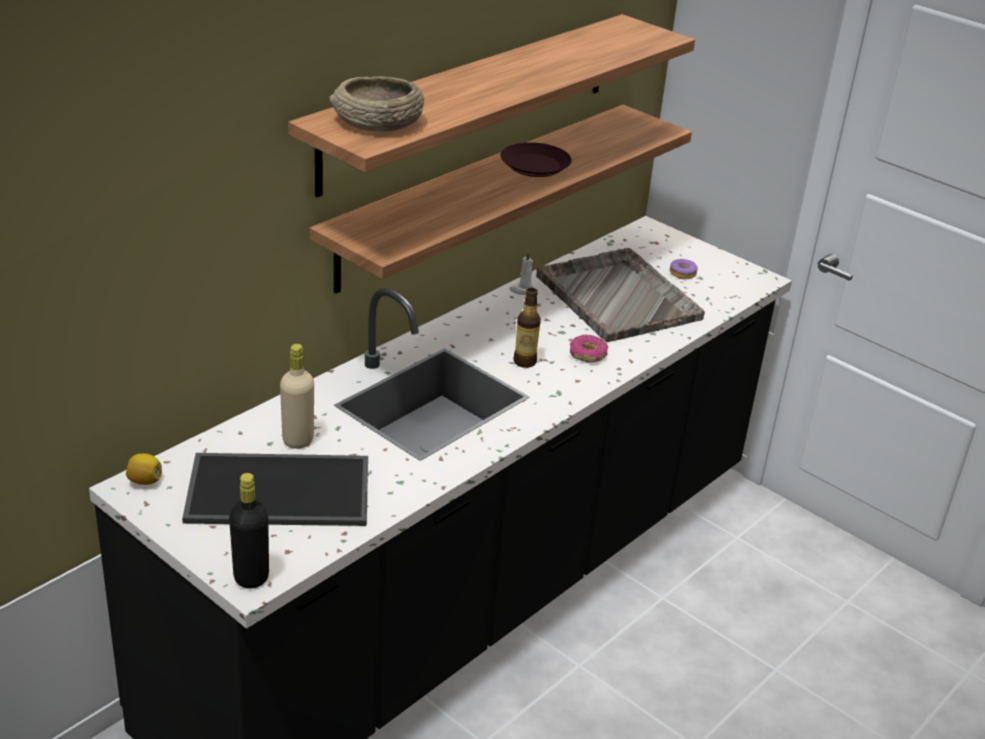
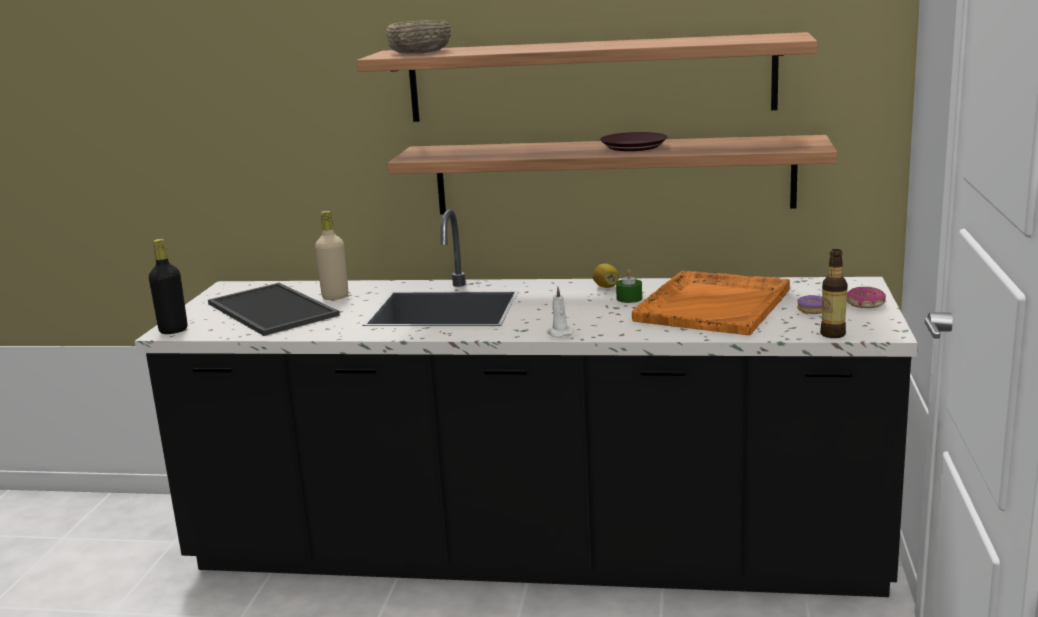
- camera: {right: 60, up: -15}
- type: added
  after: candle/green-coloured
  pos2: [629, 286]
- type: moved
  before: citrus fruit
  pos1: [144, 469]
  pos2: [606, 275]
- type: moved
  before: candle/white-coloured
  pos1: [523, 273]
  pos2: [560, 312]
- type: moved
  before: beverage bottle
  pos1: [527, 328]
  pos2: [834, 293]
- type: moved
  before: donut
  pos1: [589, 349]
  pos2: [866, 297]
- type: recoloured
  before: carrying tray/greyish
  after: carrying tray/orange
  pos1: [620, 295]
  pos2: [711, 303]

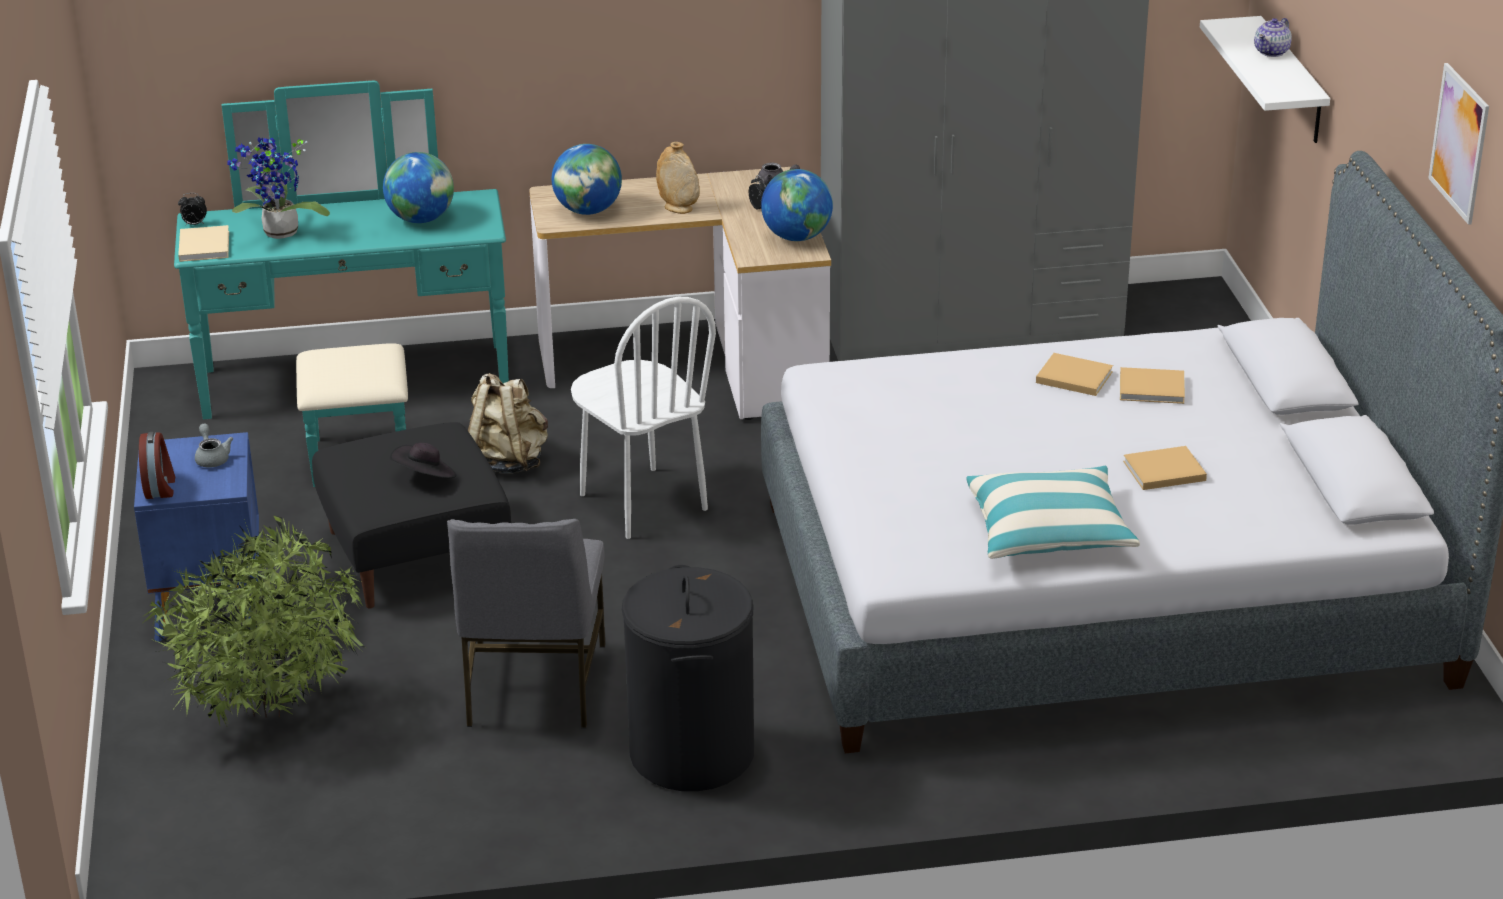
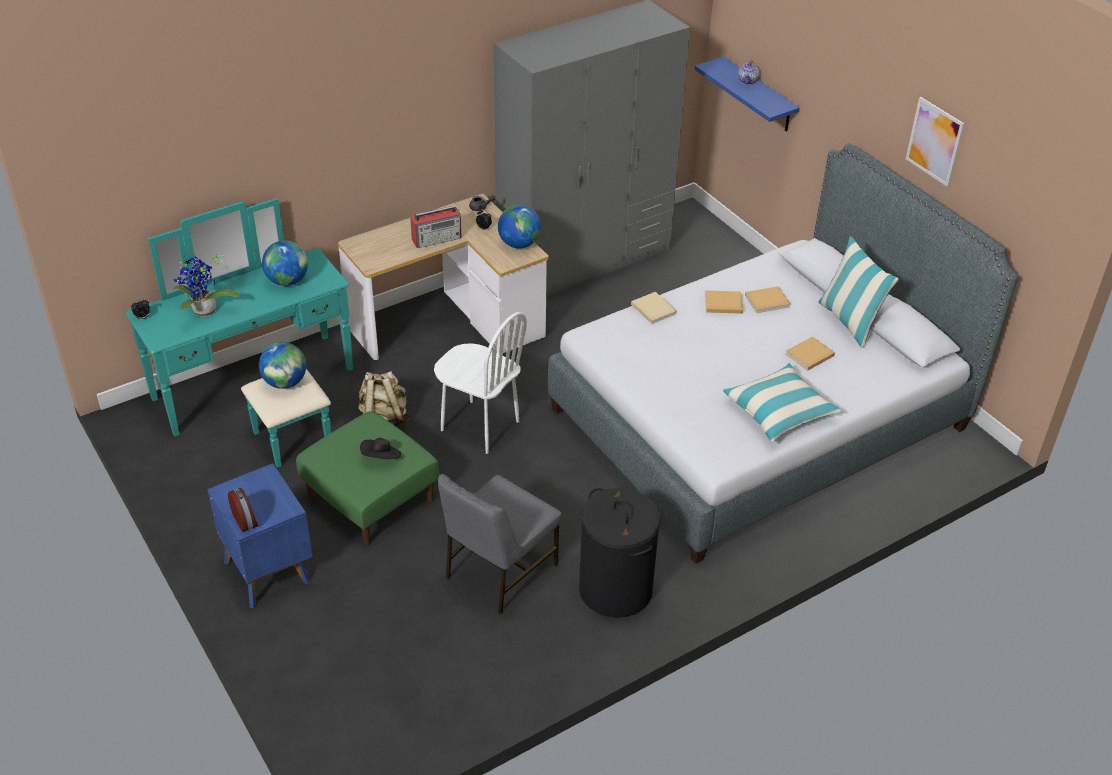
- camera: {right: -25, up: 10}
- type: removed
  before: potted plant
  pos1: [254, 620]
- type: removed
  before: pot for tea/greyish
  pos1: [214, 445]
- type: added
  after: cushion
  pos2: [858, 292]
- type: moved
  before: bound book/beige-coloured
  pos1: [203, 243]
  pos2: [654, 308]
- type: moved
  before: world globe
  pos1: [587, 179]
  pos2: [282, 365]
- type: replaced
  before: vase/beige-coloured
  after: radio set
  pos1: [678, 178]
  pos2: [436, 227]
- type: recoloured
  before: footrest/black
  after: footrest/green-coloured
  pos1: [411, 515]
  pos2: [367, 478]
- type: recoloured
  before: bracket shelf/white-coloured
  after: bracket shelf/blue
  pos1: [1265, 79]
  pos2: [747, 94]
- type: turned
  before: chair/greyish
  pos1: [526, 624]
  pos2: [500, 544]
  turn: 60

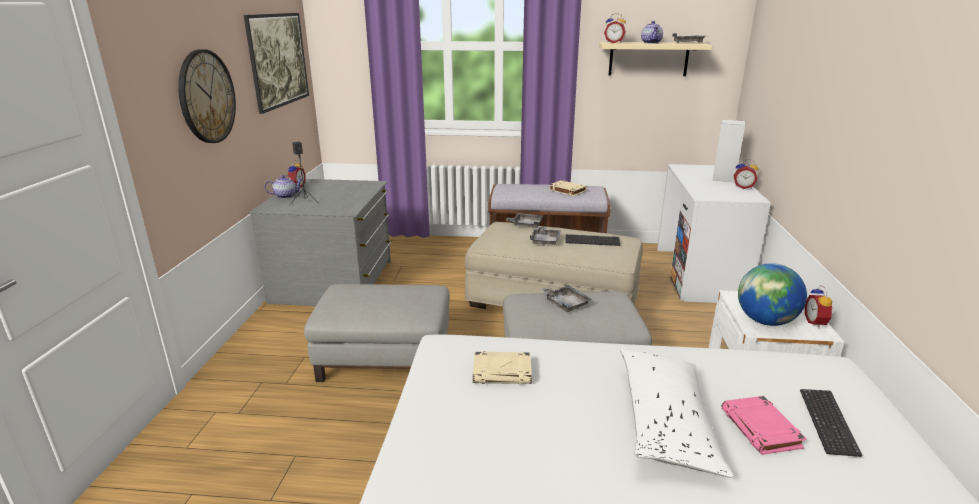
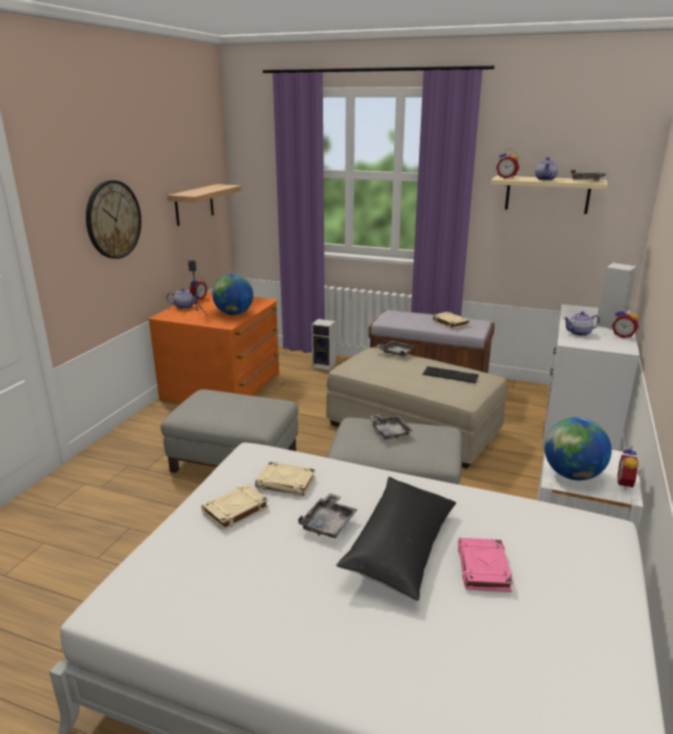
- camera: {right: 15, up: 0}
- type: removed
  before: PC keyboard
  pos1: [831, 423]
- type: added
  after: bound book/beige-coloured
  pos2: [235, 507]
- type: added
  after: world globe
  pos2: [232, 294]
- type: added
  after: loudspeaker
  pos2: [324, 344]
- type: added
  after: pot for tea
  pos2: [582, 323]
- type: moved
  before: carrying tray/greyish
  pos1: [545, 235]
  pos2: [328, 515]
- type: replaced
  before: wall art
  after: bracket shelf
  pos1: [276, 63]
  pos2: [204, 205]
- type: recoloured
  before: dresser/greyish
  after: dresser/orange
  pos1: [320, 242]
  pos2: [213, 347]
- type: recoloured
  before: cushion/white-coloured
  after: cushion/black
  pos1: [677, 413]
  pos2: [396, 539]

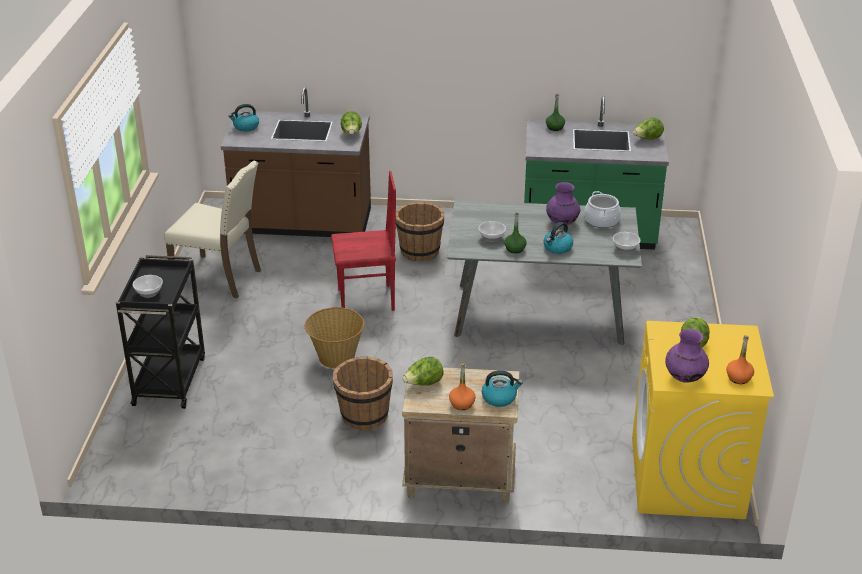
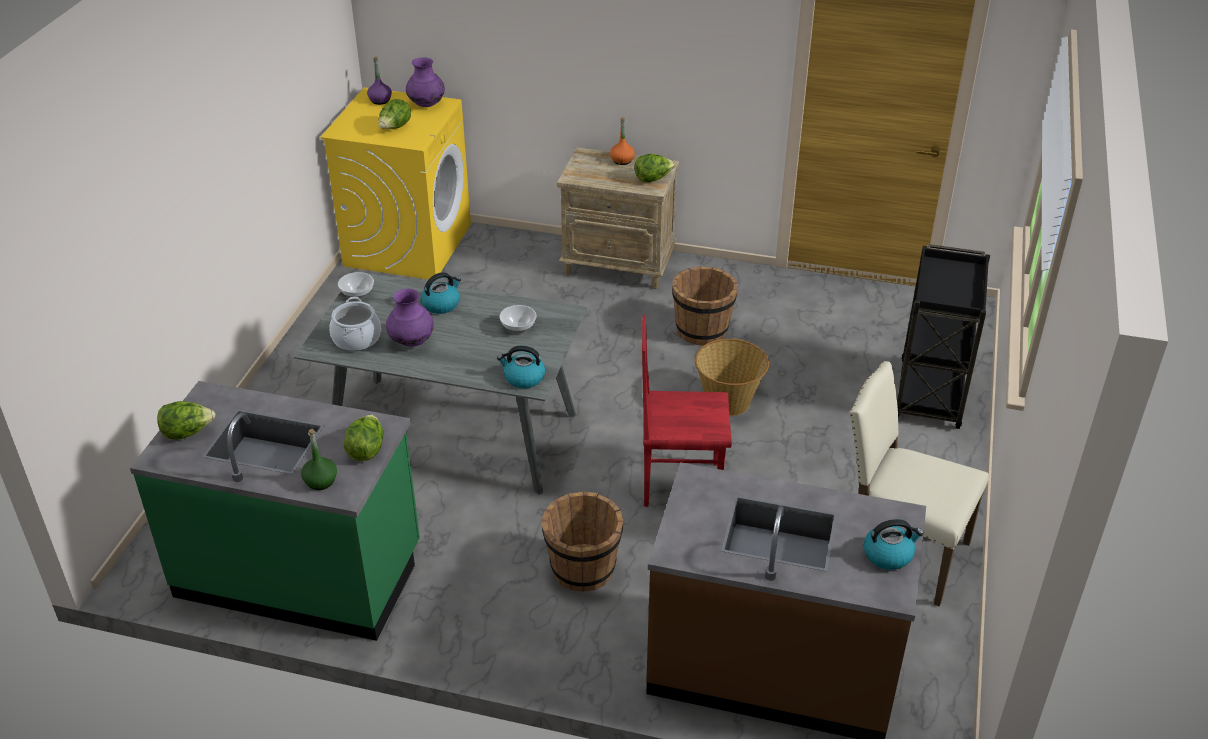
- camera: {right: -170, up: 5}
- type: removed
  before: bowl
  pos1: [148, 286]
- type: removed
  before: beverage bottle/green-coloured
  pos1: [515, 232]
- type: moved
  before: lettuce head
  pos1: [351, 123]
  pos2: [363, 437]
- type: moved
  before: water kettle
  pos1: [502, 388]
  pos2: [521, 366]
- type: recoloured
  before: beverage bottle/orange
  after: beverage bottle/purple-coloured
  pos1: [740, 359]
  pos2: [379, 81]

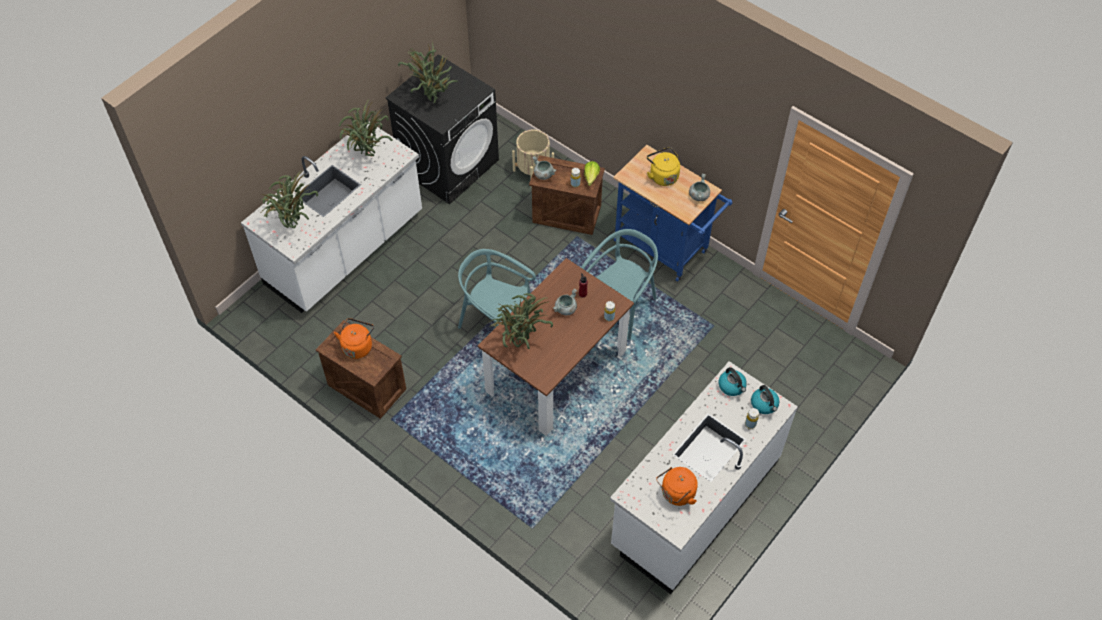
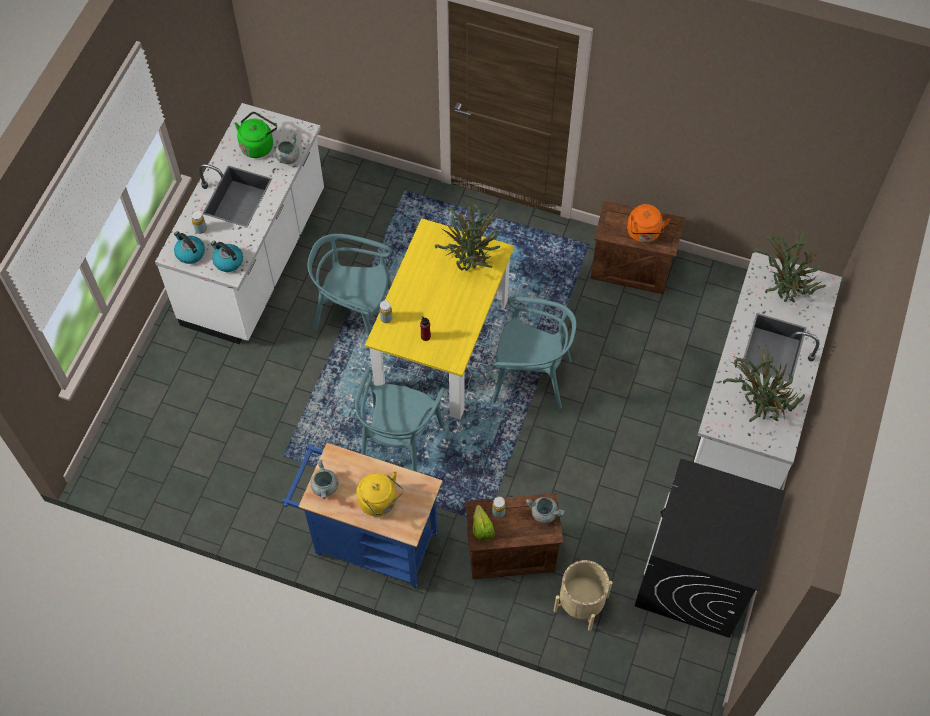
- camera: {right: 160, up: 5}
- type: removed
  before: potted plant
  pos1: [428, 73]
- type: added
  after: chair/turquoise
  pos2: [350, 285]
- type: moved
  before: cooking pot/greyish
  pos1: [565, 302]
  pos2: [287, 148]
- type: recoloured
  before: dining table/brown
  after: dining table/yellow
  pos1: [556, 347]
  pos2: [439, 318]
- type: recoloured
  before: water kettle/orange
  after: water kettle/green-coloured
  pos1: [677, 486]
  pos2: [255, 135]

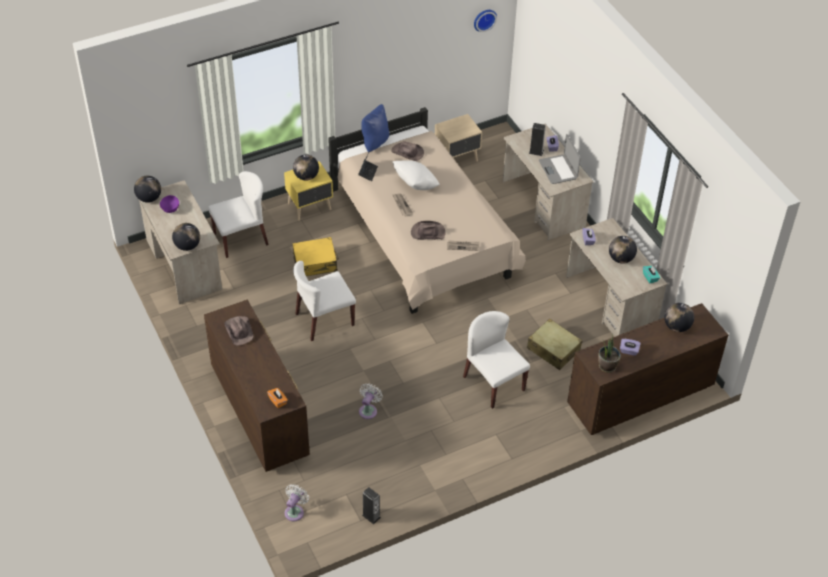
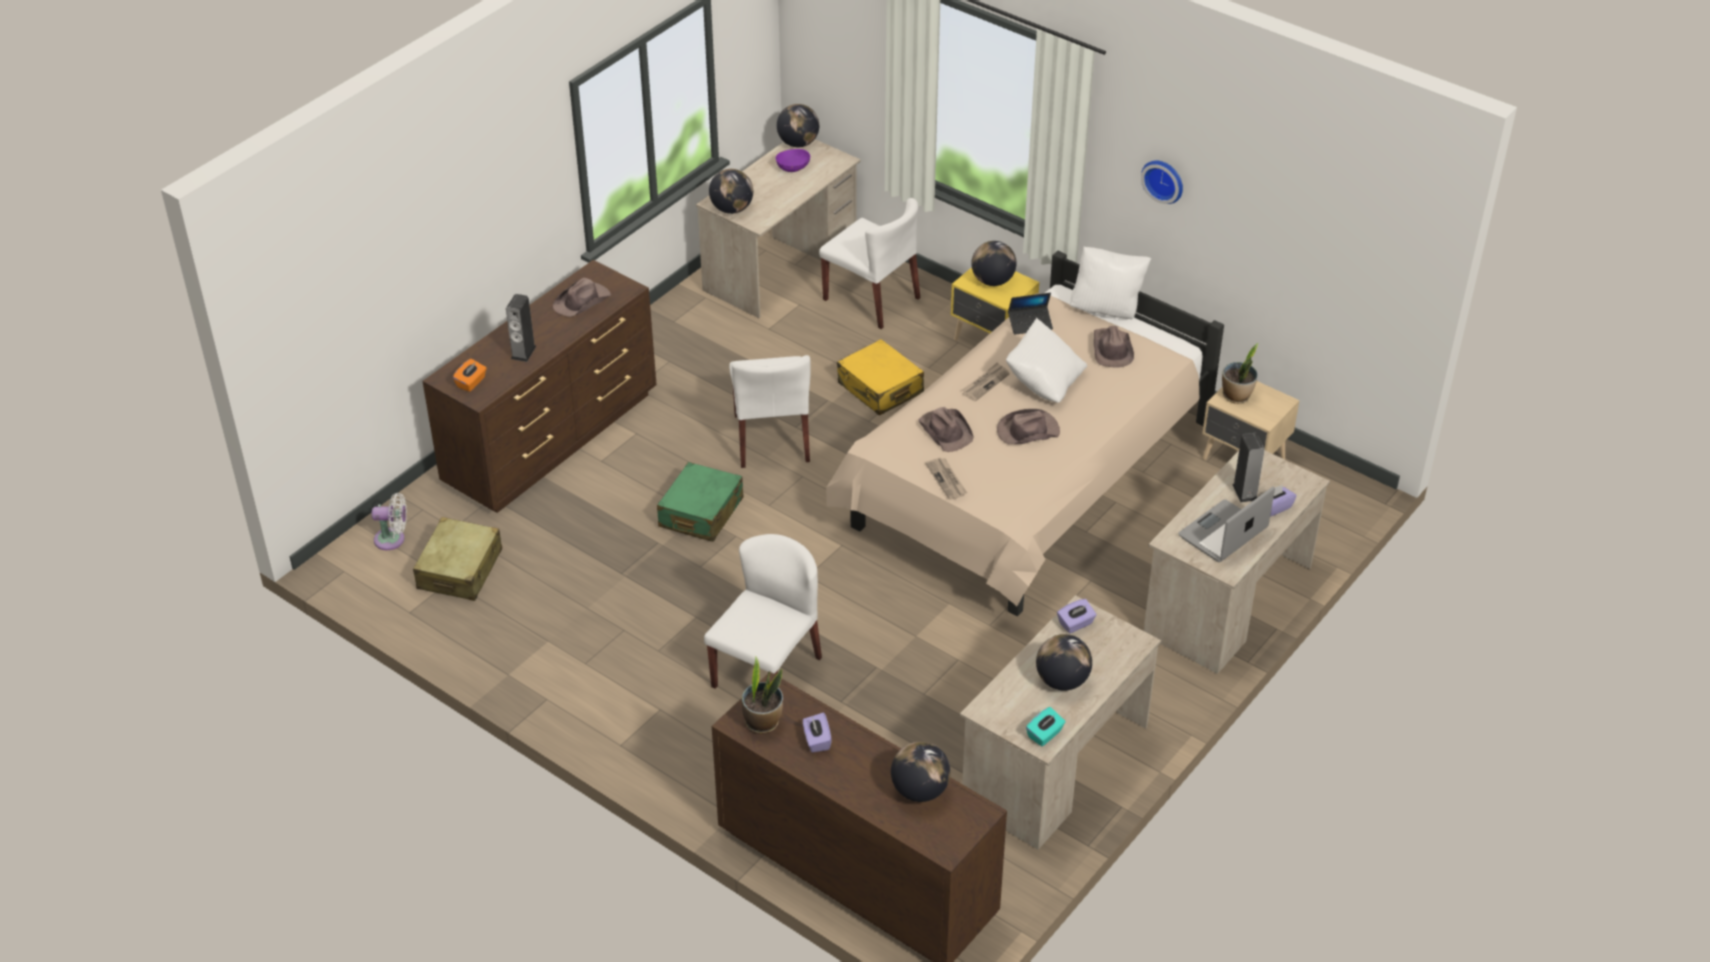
- camera: {right: 65, up: -5}
- type: removed
  before: cooling fan/white-coloured
  pos1: [371, 401]
- type: added
  after: travel case/green-coloured
  pos2: [700, 502]
- type: added
  after: hat/brown
  pos2: [1028, 426]
- type: added
  after: potted plant
  pos2: [1240, 373]
- type: moved
  before: loudspeaker
  pos1: [371, 505]
  pos2: [521, 328]
- type: moved
  before: wall clock
  pos1: [485, 21]
  pos2: [1162, 182]
- type: moved
  before: travel case/beige-coloured
  pos1: [555, 344]
  pos2: [457, 559]
- type: recoloured
  before: cushion/blue
  after: cushion/white-coloured
  pos1: [375, 128]
  pos2: [1110, 283]
- type: turned
  before: chair/white-coloured
  pos1: [324, 301]
  pos2: [770, 411]
  turn: -135

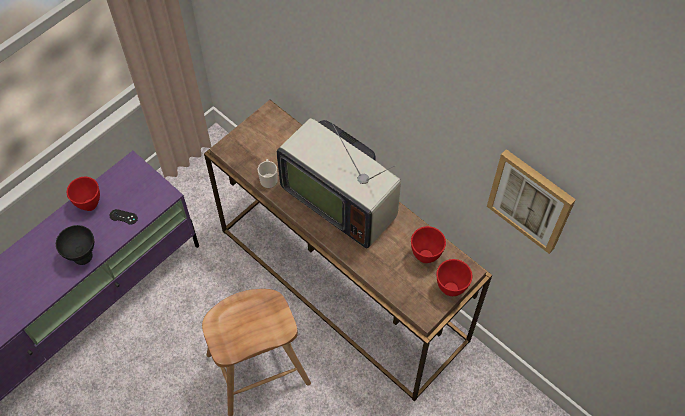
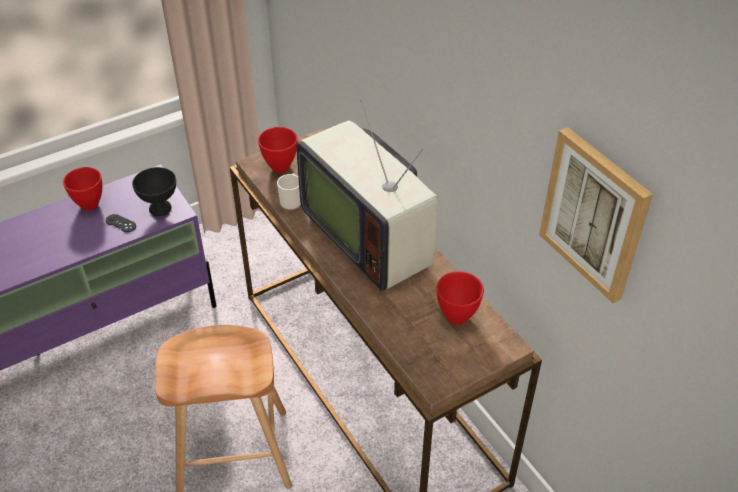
- camera: {right: 15, up: -15}
- type: moved
  before: bowl/black
  pos1: [75, 245]
  pos2: [154, 191]
- type: moved
  before: bowl/red
  pos1: [454, 277]
  pos2: [278, 150]

